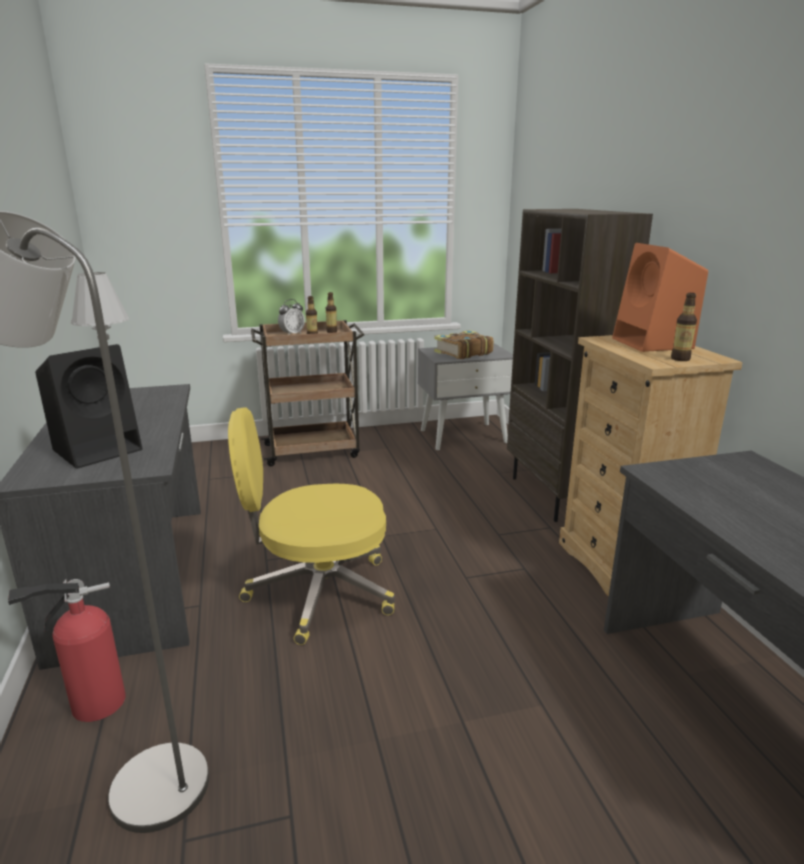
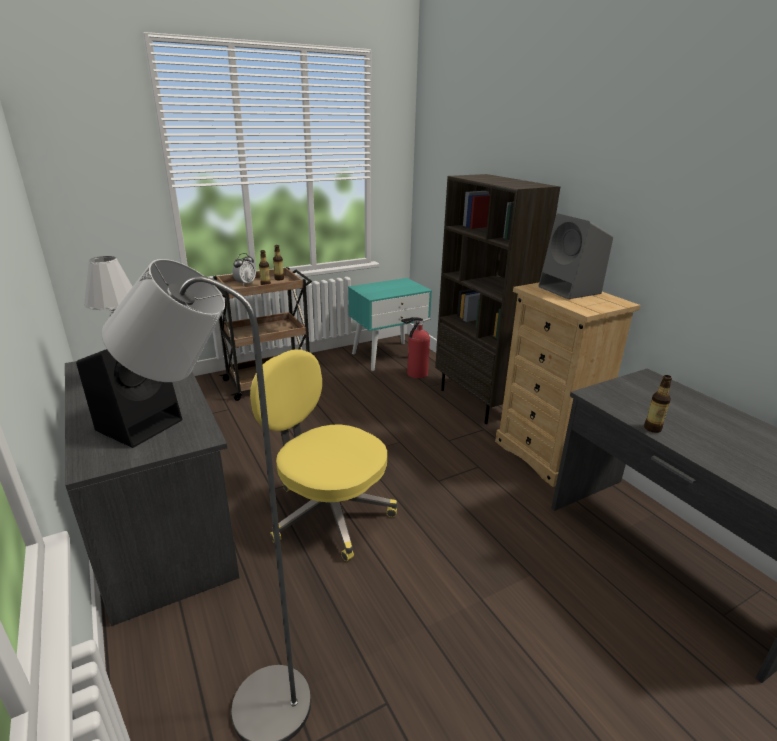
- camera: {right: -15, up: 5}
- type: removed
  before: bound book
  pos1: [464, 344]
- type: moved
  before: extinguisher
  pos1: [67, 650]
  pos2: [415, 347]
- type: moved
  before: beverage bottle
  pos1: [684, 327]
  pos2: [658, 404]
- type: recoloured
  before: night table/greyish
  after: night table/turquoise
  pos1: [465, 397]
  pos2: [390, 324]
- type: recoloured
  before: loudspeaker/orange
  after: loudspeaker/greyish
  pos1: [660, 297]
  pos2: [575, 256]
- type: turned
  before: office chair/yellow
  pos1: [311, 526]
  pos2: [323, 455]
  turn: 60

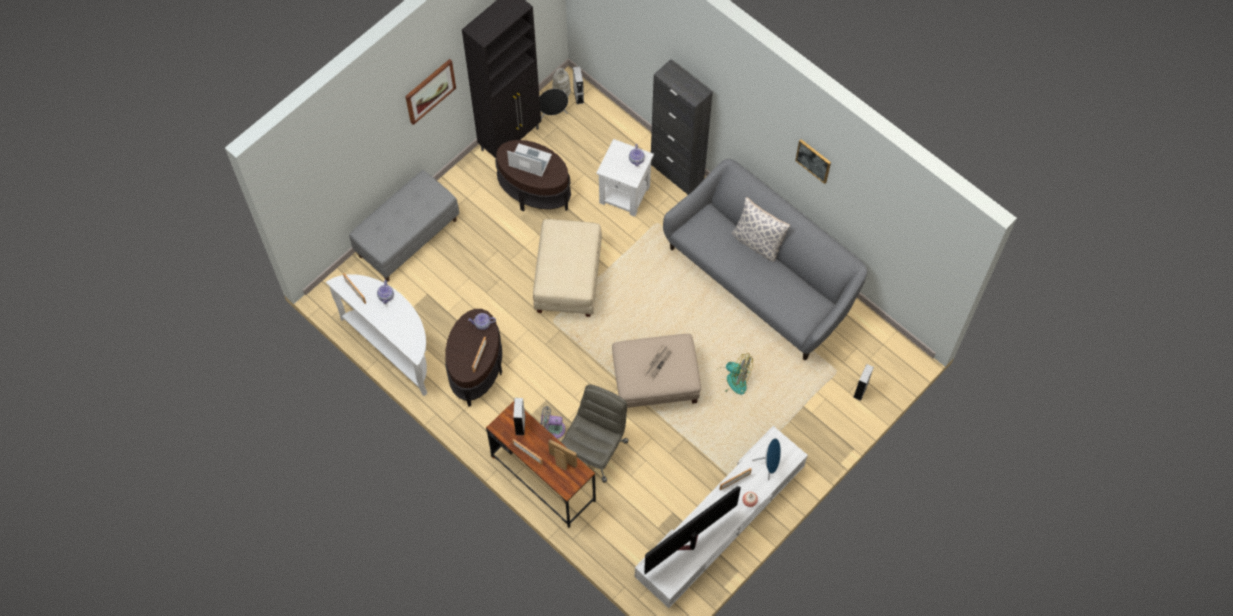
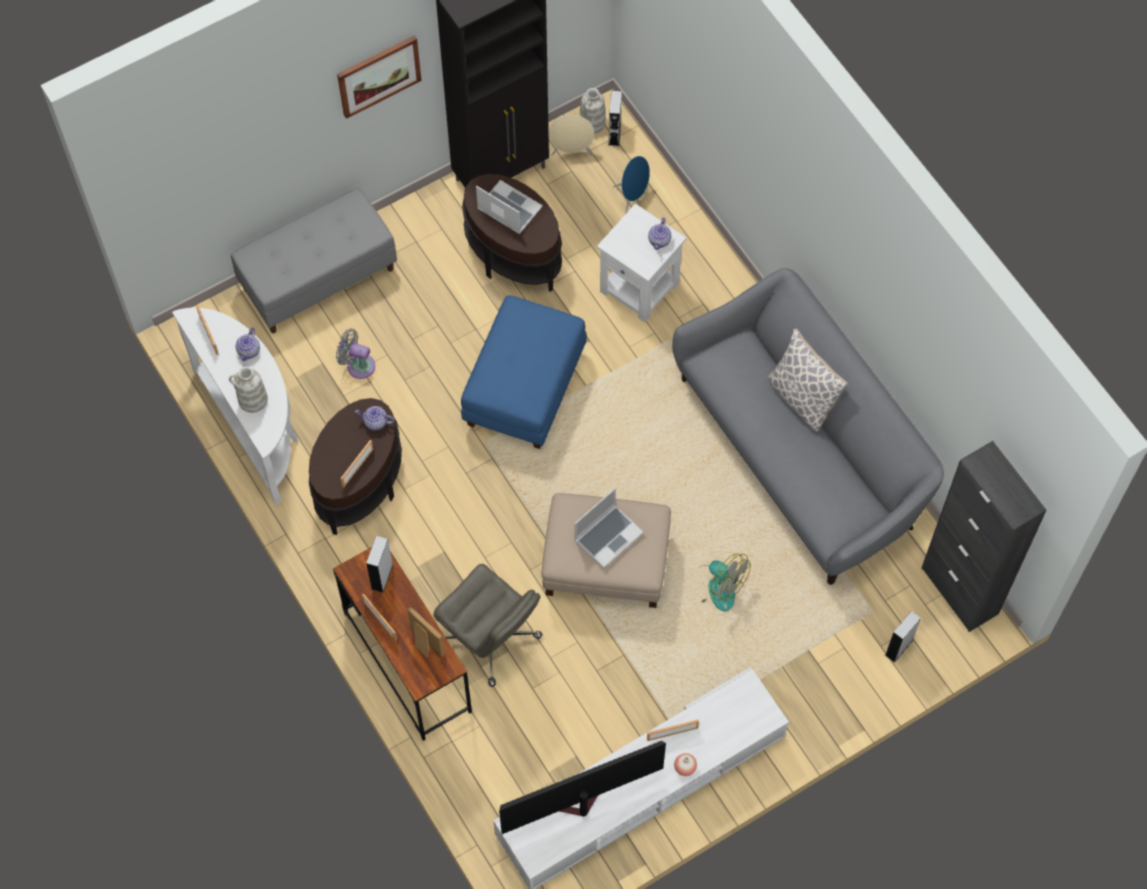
- camera: {right: 15, up: 0}
- type: removed
  before: wall art
  pos1: [813, 161]
- type: added
  after: vase/white-coloured
  pos2: [248, 390]
- type: moved
  before: cooling fan/greyish
  pos1: [553, 422]
  pos2: [355, 354]
- type: moved
  before: cabinet/black
  pos1: [682, 127]
  pos2: [984, 536]
- type: moved
  before: loudspeaker/blue
  pos1: [766, 459]
  pos2: [631, 185]
- type: replaced
  before: newspaper
  after: laptop
  pos1: [657, 362]
  pos2: [609, 528]
- type: recoloured
  before: footrest/beige-coloured
  after: footrest/blue
  pos1: [567, 268]
  pos2: [524, 372]
- type: recoloured
  before: loudspeaker/black
  after: loudspeaker/beige-coloured
  pos1: [554, 104]
  pos2: [571, 135]
- type: turned
  before: office chair/greyish
  pos1: [595, 434]
  pos2: [487, 625]
  turn: 90

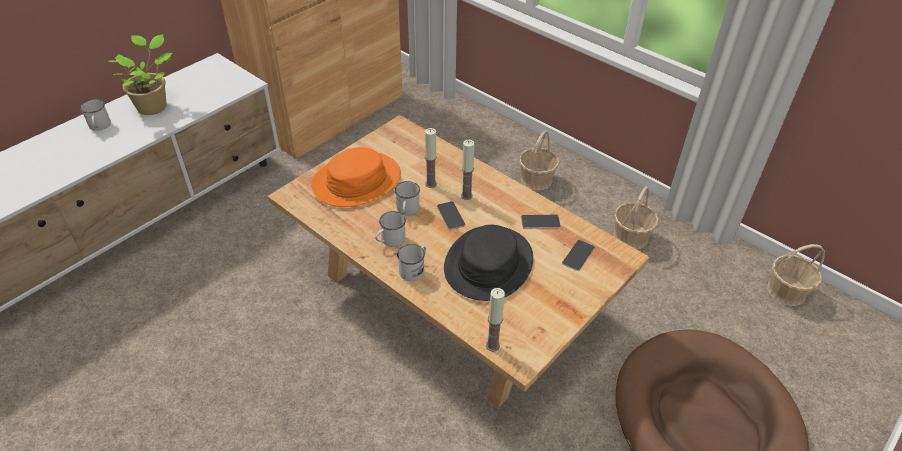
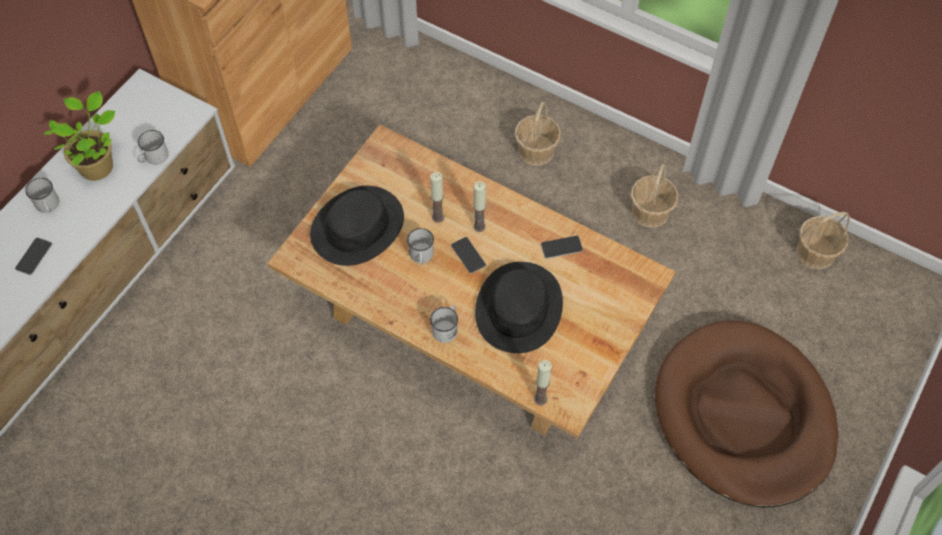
- camera: {right: -10, up: 15}
- type: moved
  before: tea mug/white-coloured
  pos1: [390, 229]
  pos2: [153, 147]
- type: moved
  before: handset
  pos1: [578, 255]
  pos2: [34, 256]
- type: recoloured
  before: hat/orange
  after: hat/black
  pos1: [356, 177]
  pos2: [357, 226]

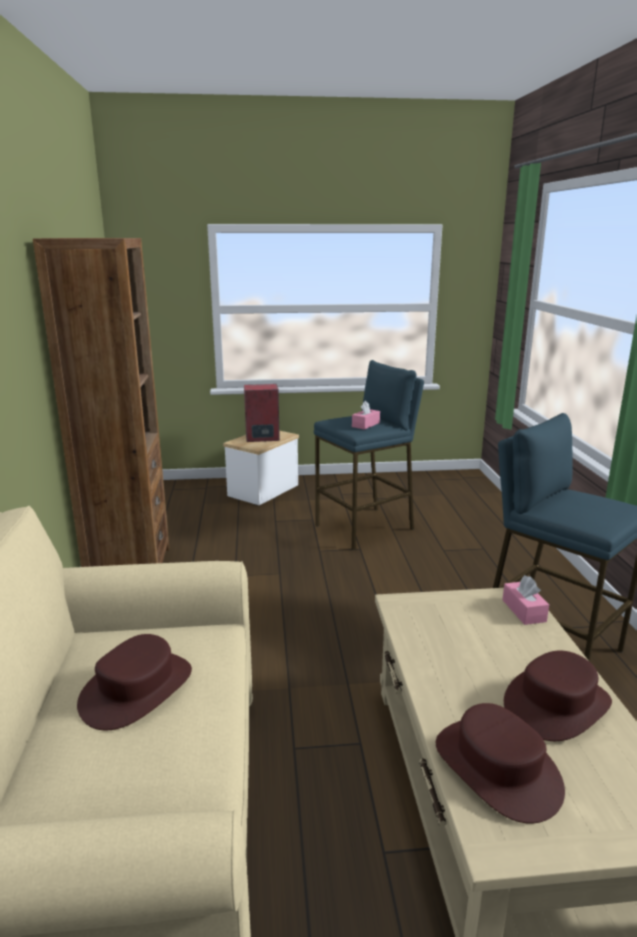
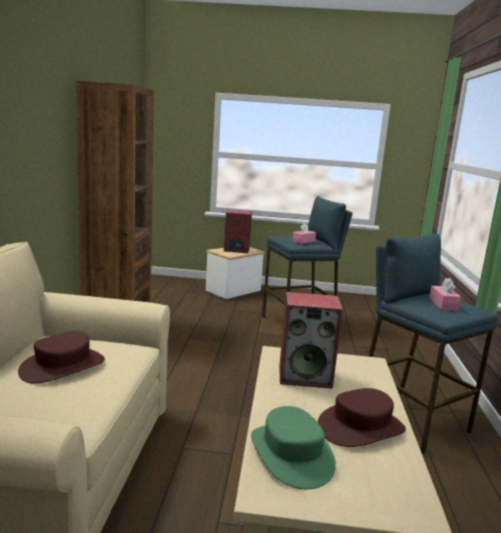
- camera: {right: 10, up: -5}
- type: added
  after: loudspeaker
  pos2: [311, 340]
- type: moved
  before: tissue box/pink
  pos1: [525, 600]
  pos2: [445, 294]
- type: recoloured
  before: hat/brown
  after: hat/green-coloured
  pos1: [500, 763]
  pos2: [293, 447]

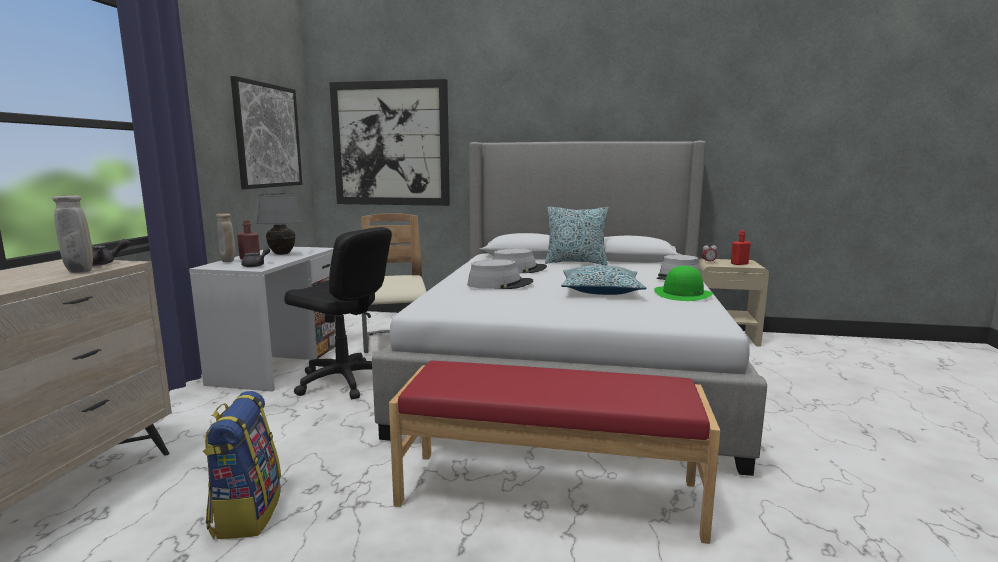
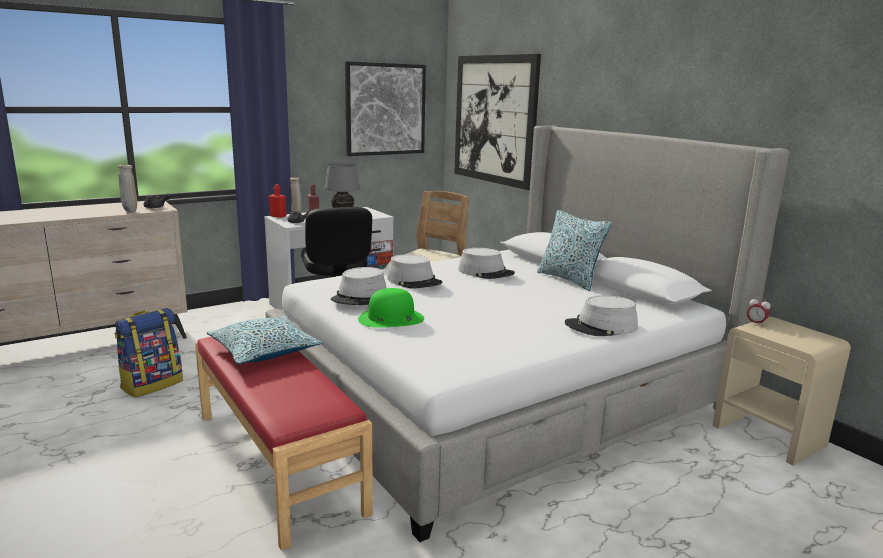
- camera: {right: 45, up: 5}
- type: added
  after: hat/greyish
  pos2: [359, 286]
- type: moved
  before: cushion
  pos1: [604, 280]
  pos2: [265, 340]
- type: moved
  before: hat/green-coloured
  pos1: [683, 283]
  pos2: [391, 308]
- type: moved
  before: beverage bottle/red
  pos1: [741, 248]
  pos2: [277, 201]

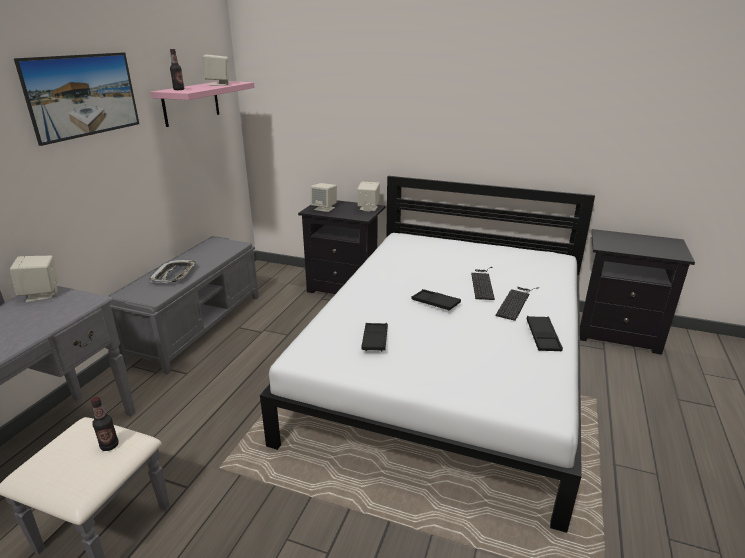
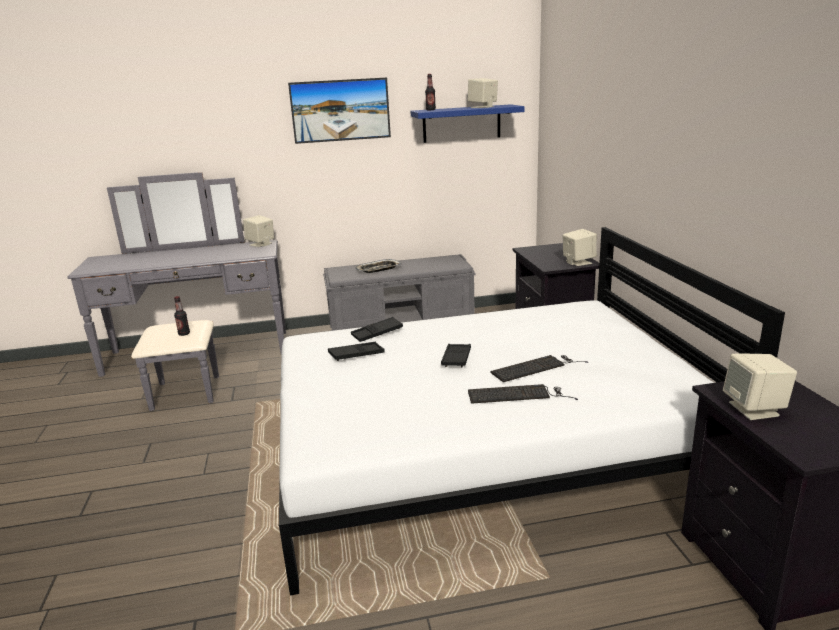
- camera: {right: 60, up: -5}
- type: moved
  before: loudspeaker/beige-coloured
  pos1: [324, 197]
  pos2: [760, 386]
- type: moved
  before: carrying tray/black
  pos1: [545, 333]
  pos2: [377, 329]
- type: recoloured
  before: bracket shelf/pink
  after: bracket shelf/blue
  pos1: [202, 104]
  pos2: [468, 123]

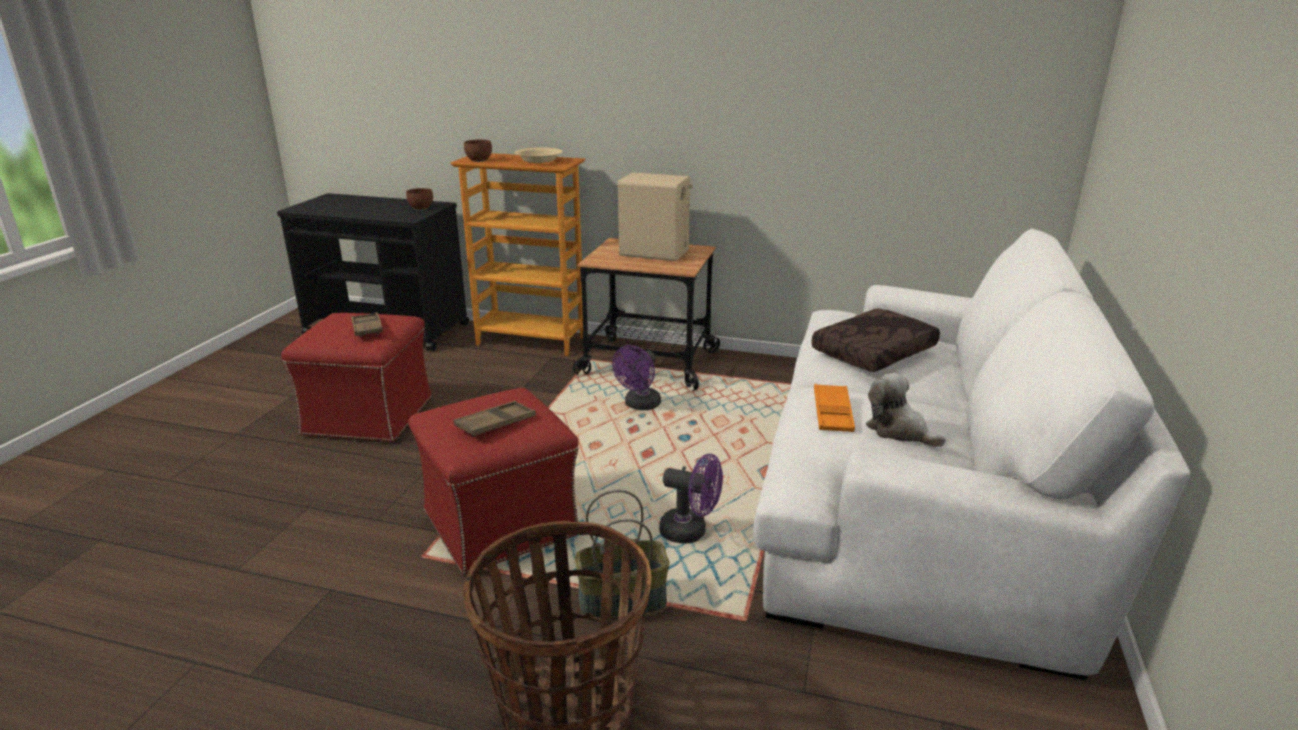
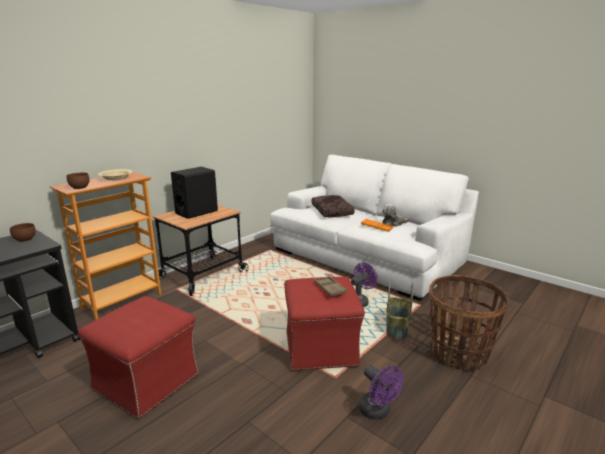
- camera: {right: -65, up: -5}
- type: removed
  before: carrying tray/brown
  pos1: [367, 324]
- type: moved
  before: cooling fan/purple-coloured
  pos1: [636, 377]
  pos2: [381, 392]
- type: recoloured
  before: loudspeaker/beige-coloured
  after: loudspeaker/black
  pos1: [655, 216]
  pos2: [194, 193]

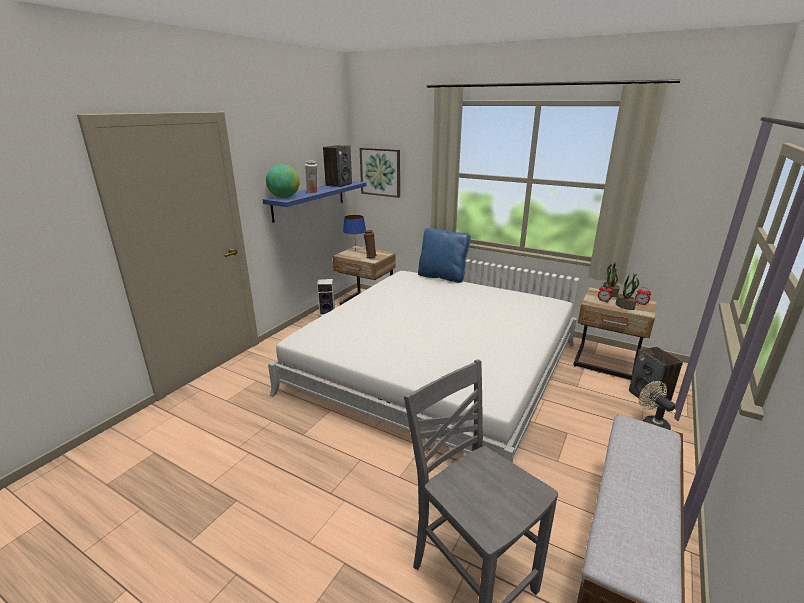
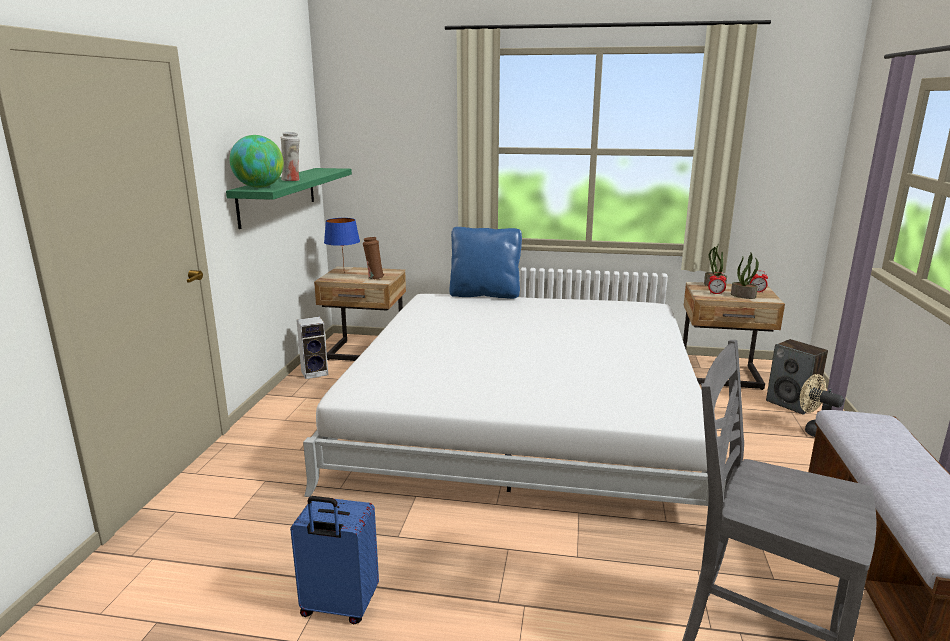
- camera: {right: -20, up: -5}
- type: removed
  before: loudspeaker
  pos1: [337, 166]
- type: removed
  before: wall art
  pos1: [380, 173]
- type: added
  after: travel case/blue
  pos2: [334, 560]
- type: recoloured
  before: bracket shelf/blue
  after: bracket shelf/green-coloured
  pos1: [314, 202]
  pos2: [289, 198]

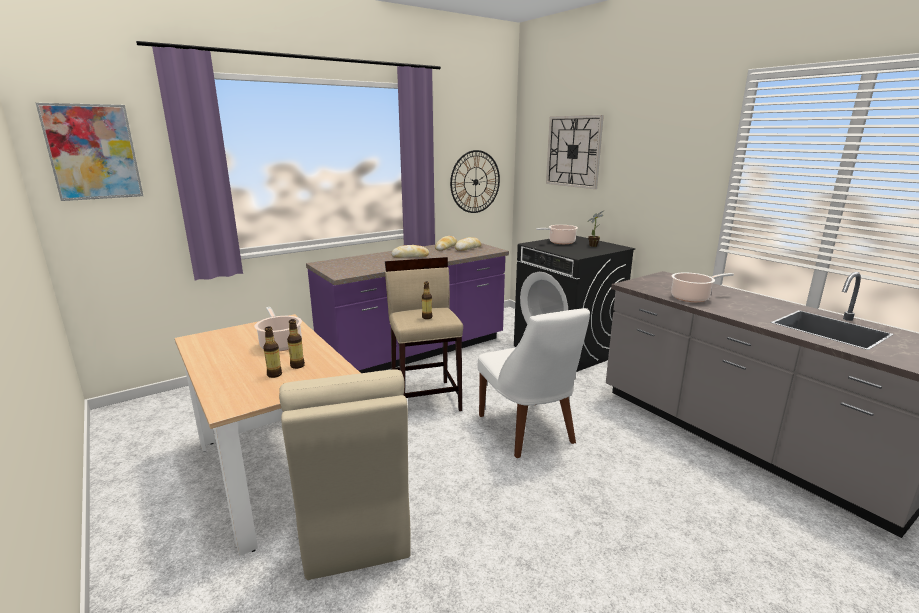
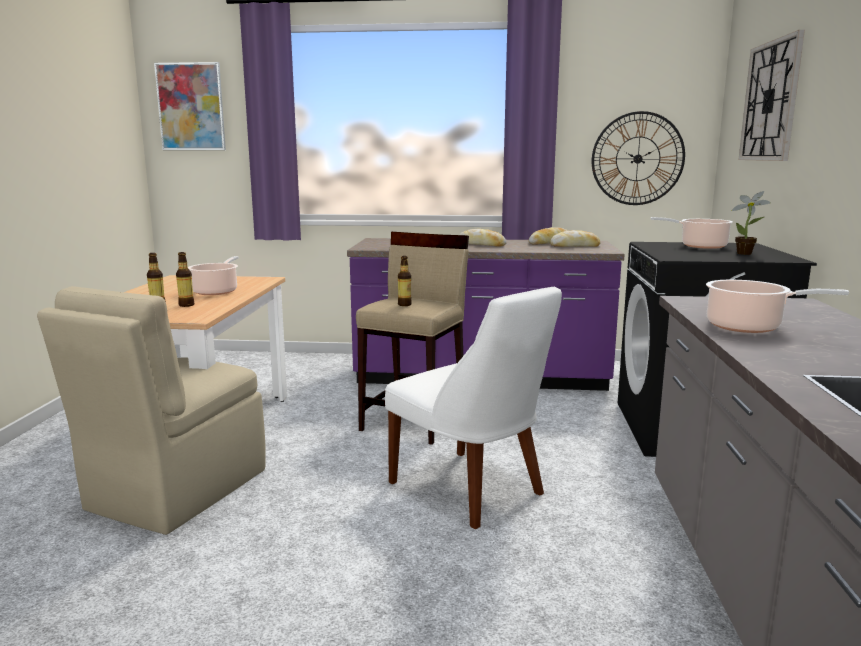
- camera: {right: 40, up: -5}
- type: turned
  before: chair/white-coloured
  pos1: [534, 383]
  pos2: [473, 408]
  turn: -60

